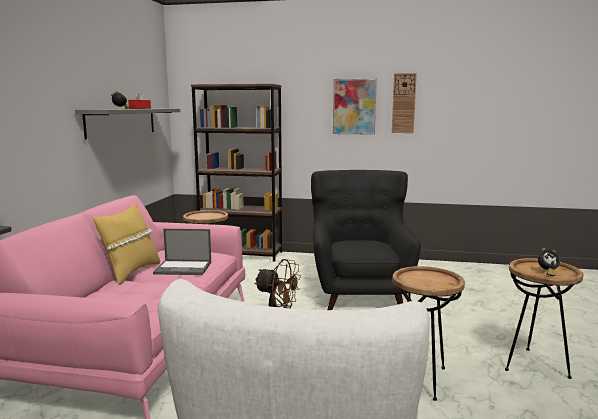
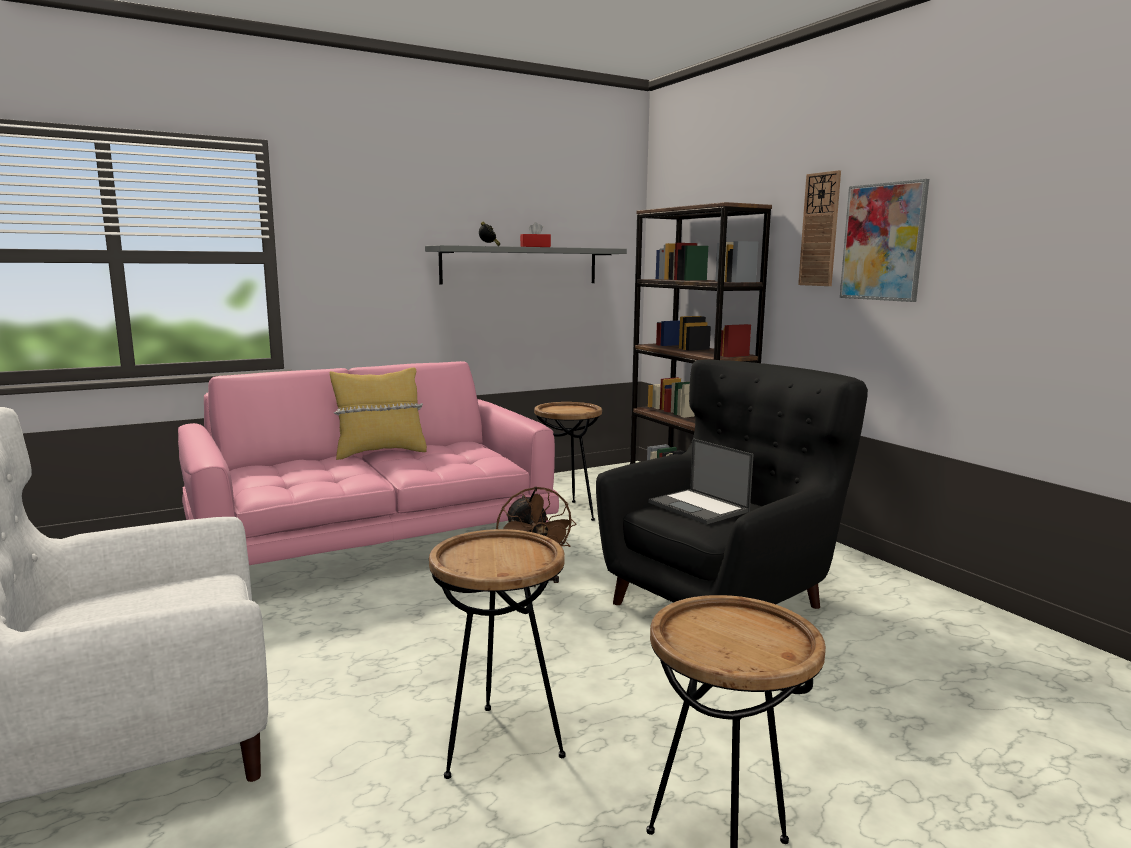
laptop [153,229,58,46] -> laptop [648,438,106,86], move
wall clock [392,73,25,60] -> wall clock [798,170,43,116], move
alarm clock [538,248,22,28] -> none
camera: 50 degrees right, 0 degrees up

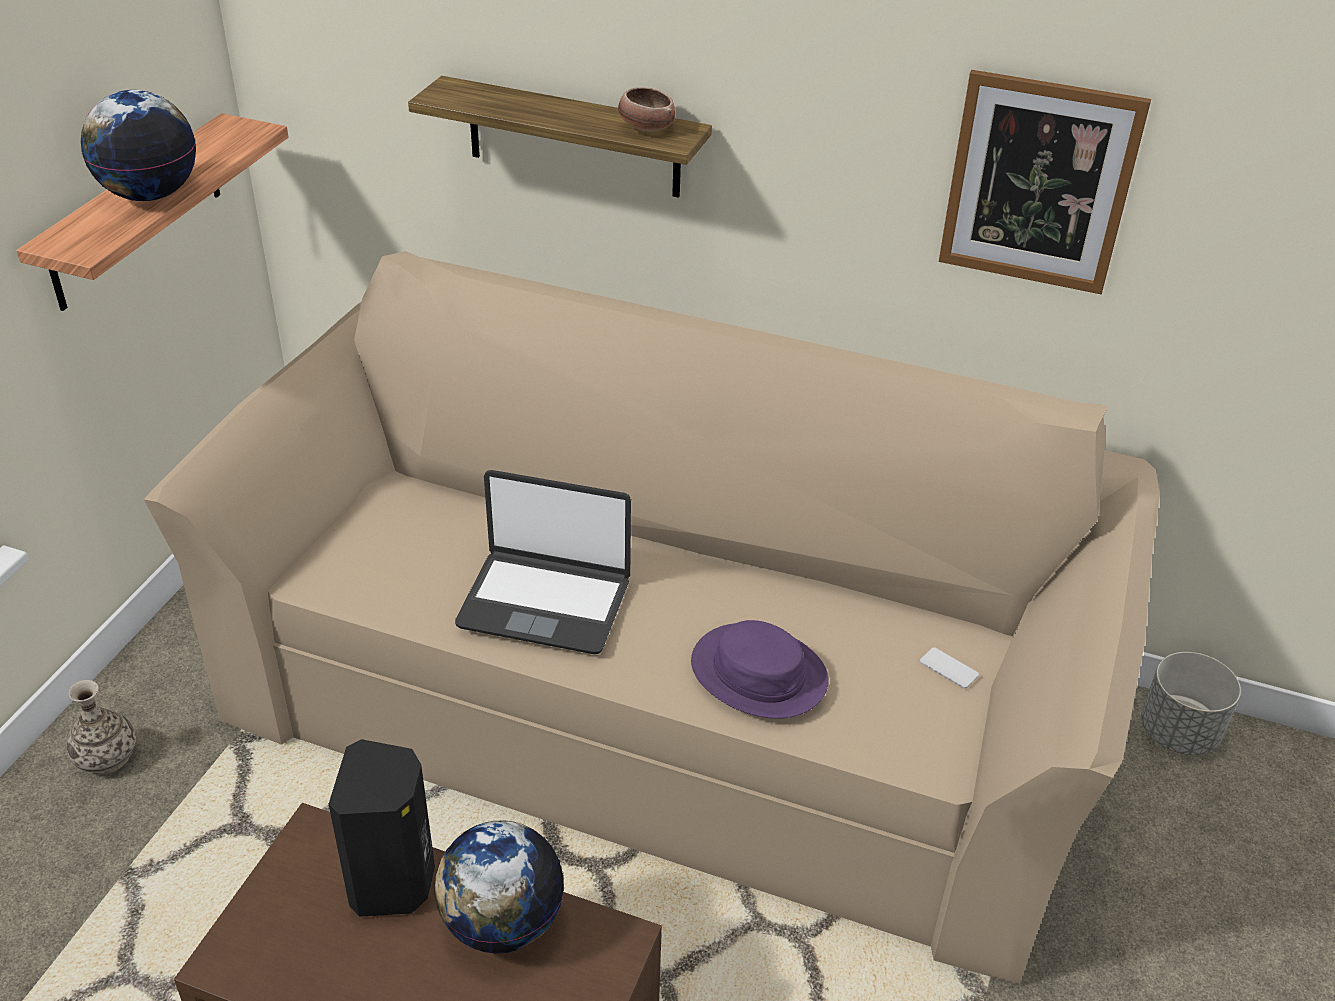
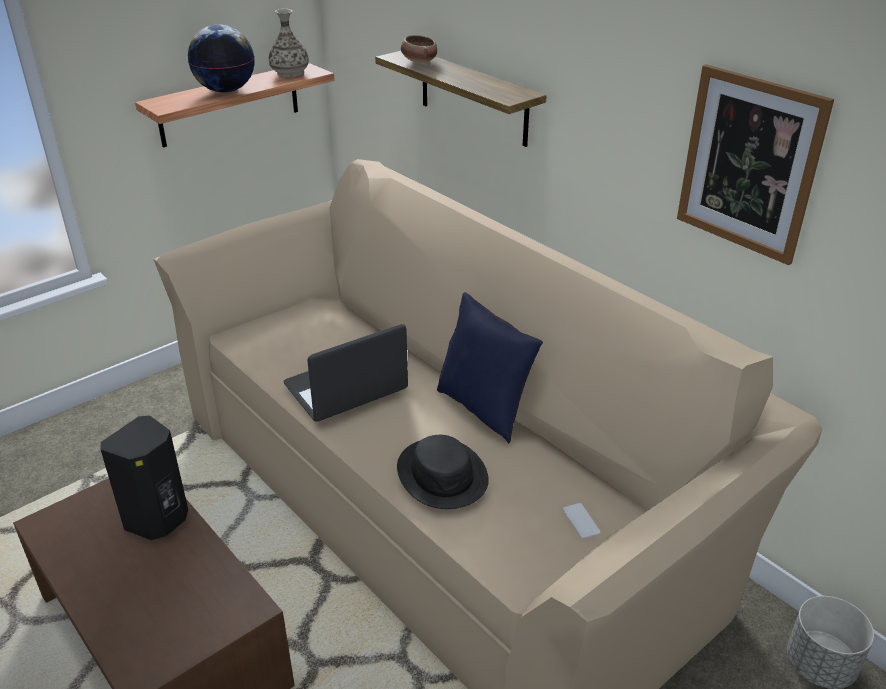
vase [66,680,70,94] -> vase [269,9,40,68], move
laptop [455,470,176,184] -> laptop [284,324,124,98], 105 degrees clockwise
purple hat [691,620,138,99] -> black hat [397,435,92,74]
bowl [618,87,57,45] -> bowl [401,35,36,28], move
none -> blue pillow [437,292,106,151]
globe [434,820,130,133] -> none
camera: 30 degrees right, 5 degrees down

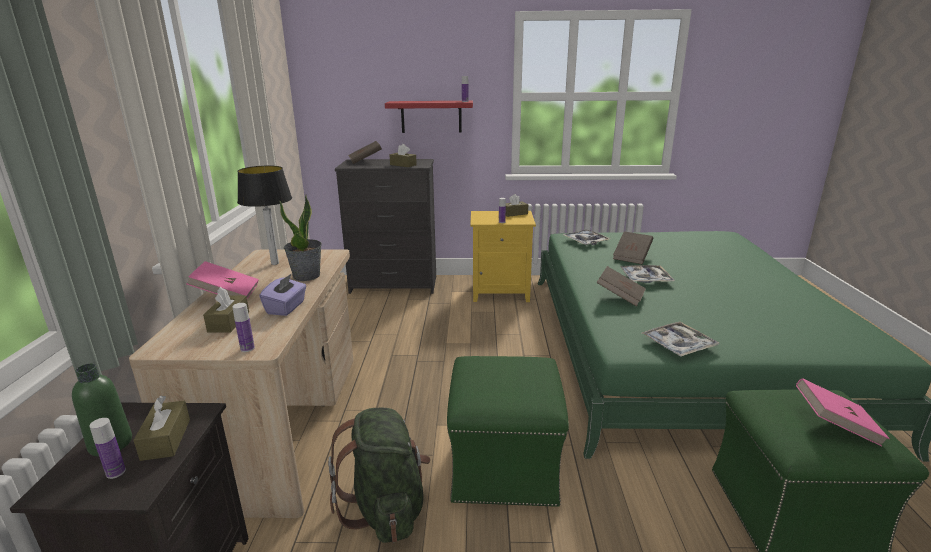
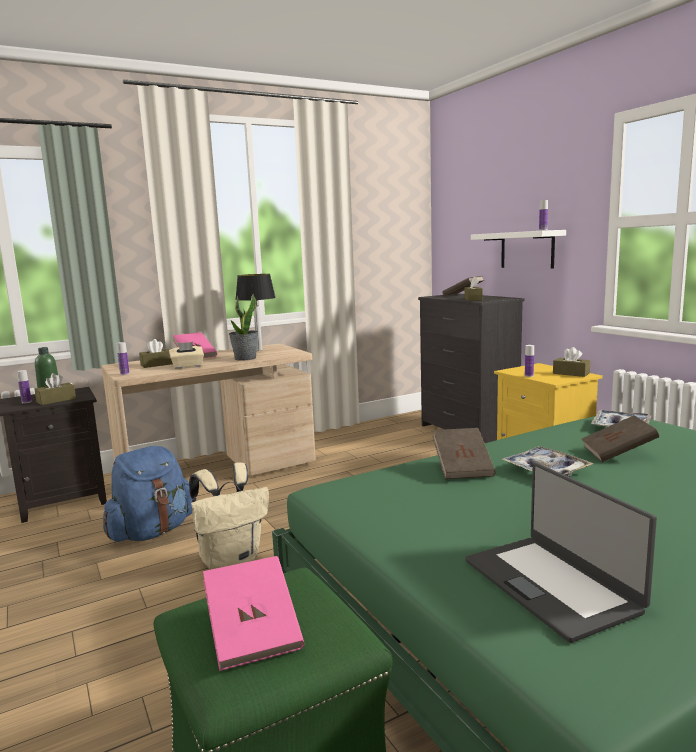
green backpack [328,408,102,135] -> blue backpack [103,446,91,96]
purple tissue box [259,273,47,43] -> beige tissue box [169,342,35,27]
green ottoman [447,356,122,151] -> beige backpack [189,462,80,107]
none -> laptop [465,463,192,180]
red shelf [385,101,88,32] -> white shelf [471,230,95,39]
tray [641,321,78,36] -> none
camera: 60 degrees right, 10 degrees down

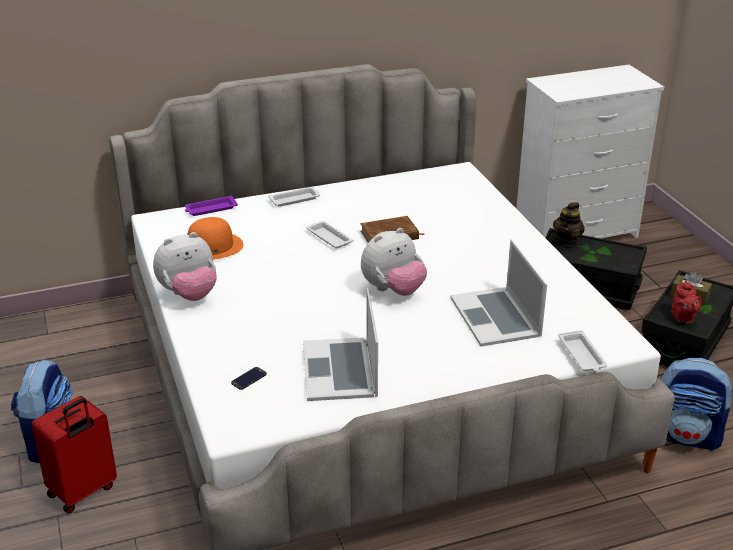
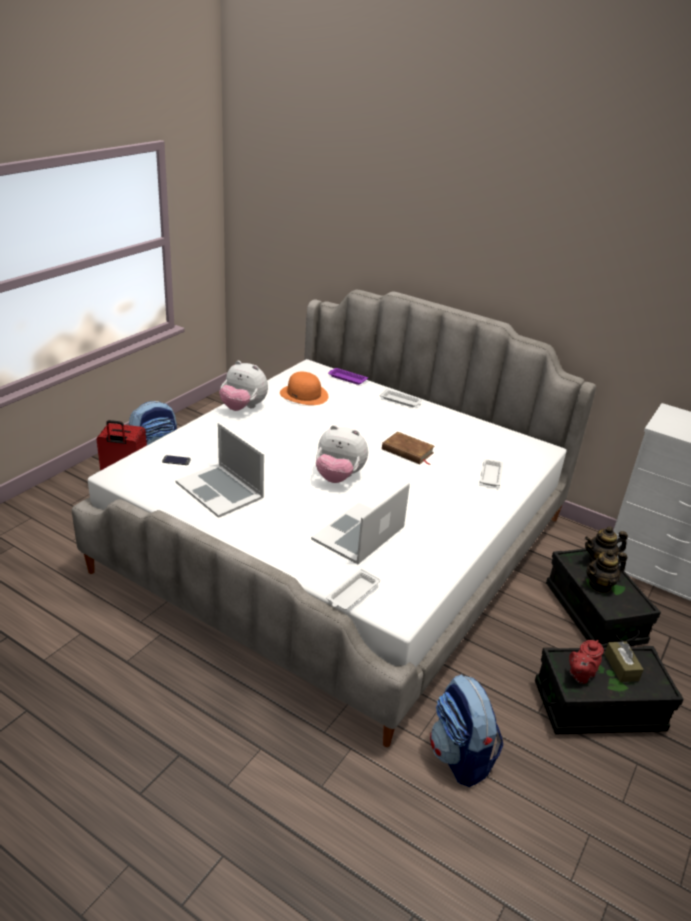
laptop [303,288,75,113] -> laptop [175,423,89,95], 90 degrees counterclockwise
white tray [306,221,48,27] -> white tray [479,459,24,28], move
none -> teapot [586,550,41,43]
camera: 50 degrees right, 0 degrees up

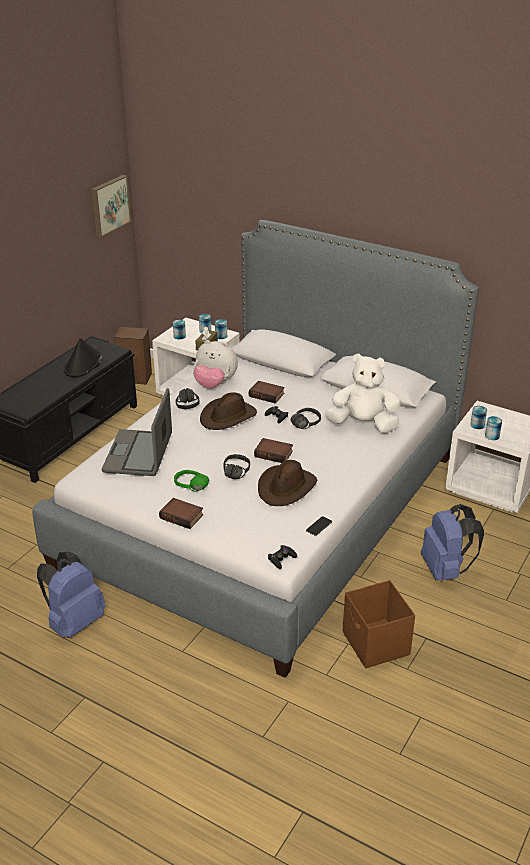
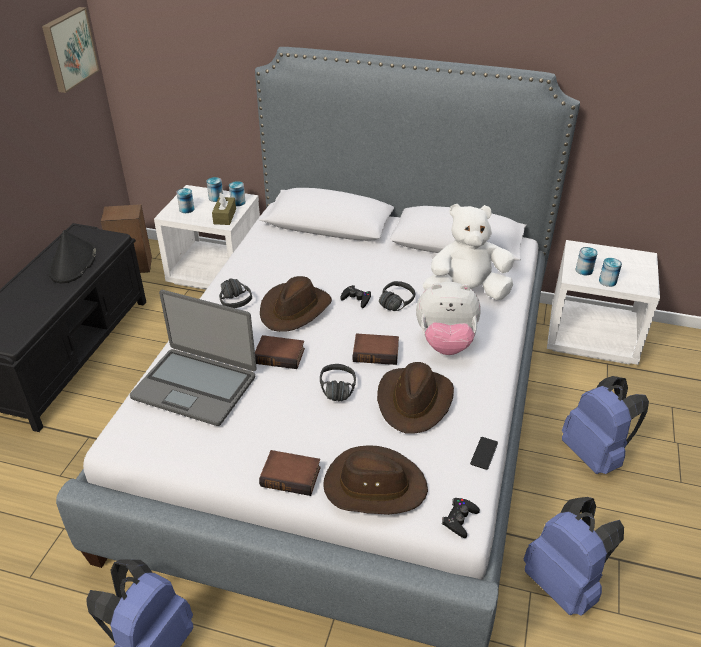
laptop [102,388,70,88] -> laptop [130,290,127,136], 60 degrees counterclockwise
book [249,381,36,23] -> book [255,335,50,34], move
none -> brown hat [323,445,105,70]
plush toy [193,340,45,49] -> plush toy [416,282,65,73], move
brown storage box [343,580,72,88] -> blue backpack [524,497,100,119]
green headphones [174,470,35,21] -> none
camera: 15 degrees left, 5 degrees up

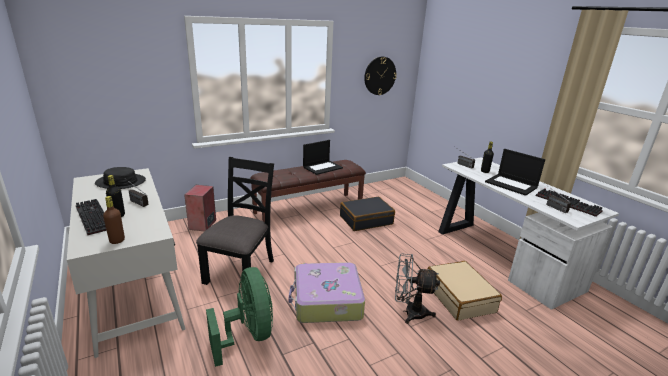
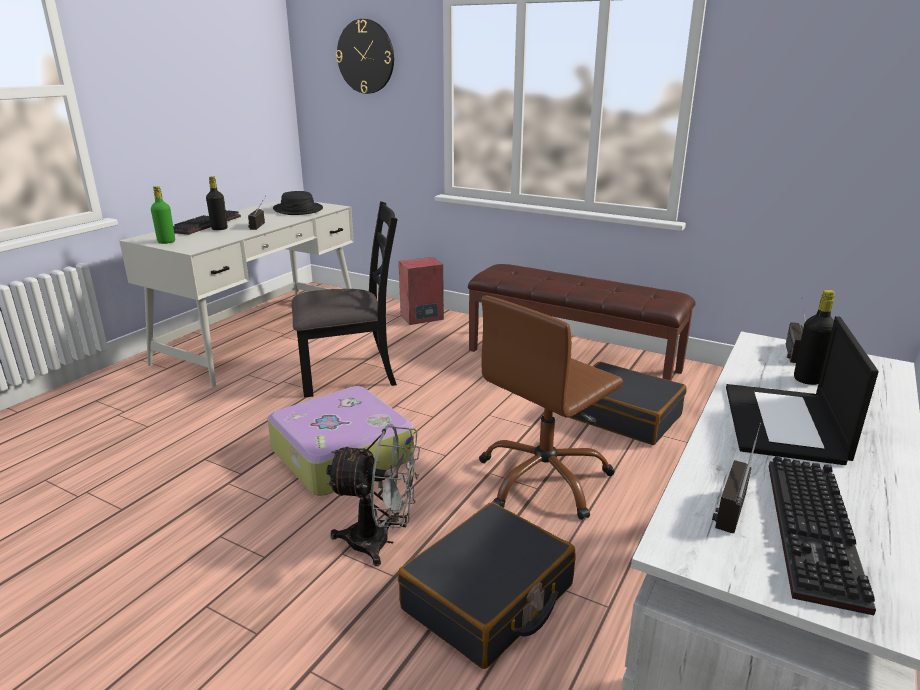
brown bottle [103,196,22,48] -> green bottle [151,186,24,58]
grey fan [395,253,45,71] -> grey fan [326,424,94,142], 120 degrees clockwise
wall clock [364,57,33,38] -> wall clock [336,19,58,75], move
beige suitcase [428,261,74,60] -> black suitcase [398,502,178,167]
none -> brown office chair [479,295,144,225]
green fan [206,267,67,100] -> none
laptop [303,140,40,35] -> none
camera: 60 degrees right, 0 degrees up

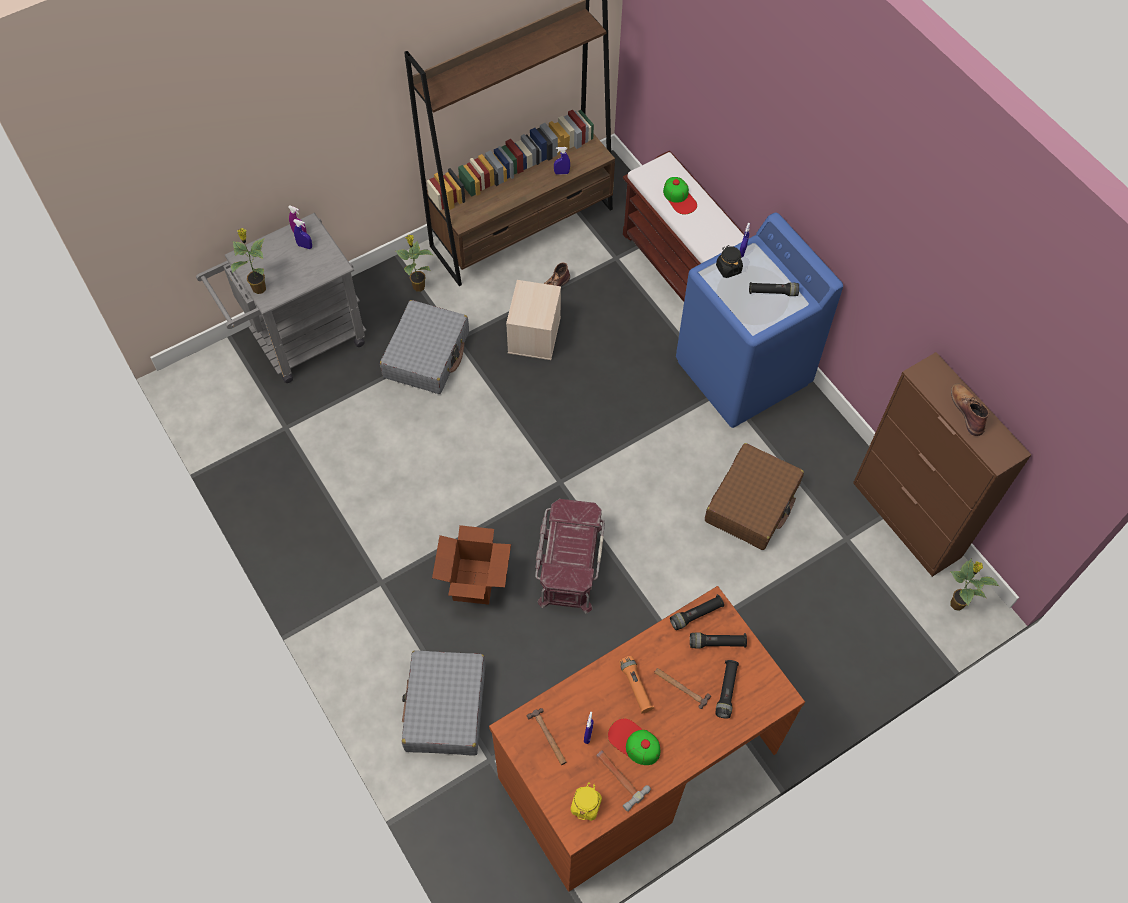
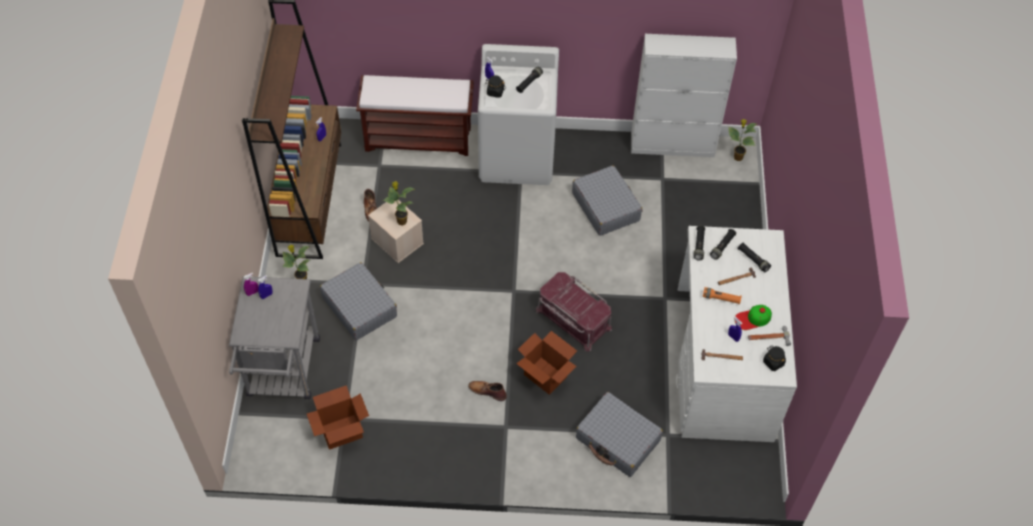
none -> cardboard box [307,385,62,65]
potted plant [231,228,35,66] -> potted plant [383,181,32,45], move
brown boot [951,383,38,53] -> brown boot [468,381,39,20], move
blue washing machine [676,212,167,216] -> white washing machine [478,44,81,141]
brown suitcase [705,443,99,107] -> grey suitcase [572,165,71,71]
brown cabinet [853,352,179,225] -> white cabinet [631,34,106,123]
brown desk [489,586,316,306] -> white desk [676,226,121,216]
yellow jar [571,782,31,39] -> black jar [763,346,23,25]
cap [663,177,34,37] -> none
camera: 55 degrees left, 5 degrees down

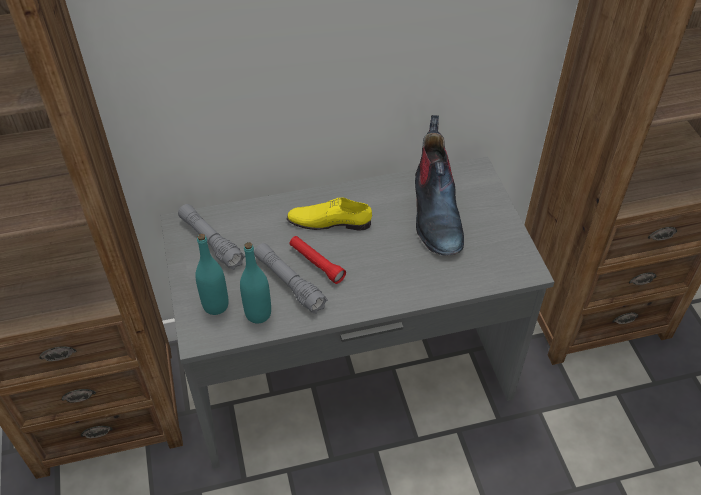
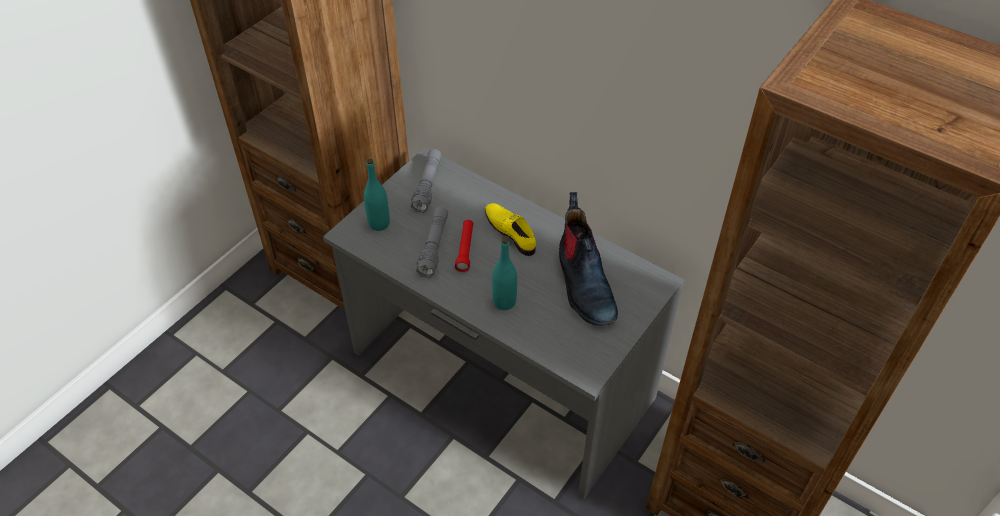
turquoise bottle [240,242,31,81] -> turquoise bottle [492,238,25,72], move
boot [415,115,49,140] -> boot [559,192,59,134], 60 degrees counterclockwise
camera: 50 degrees right, 0 degrees up

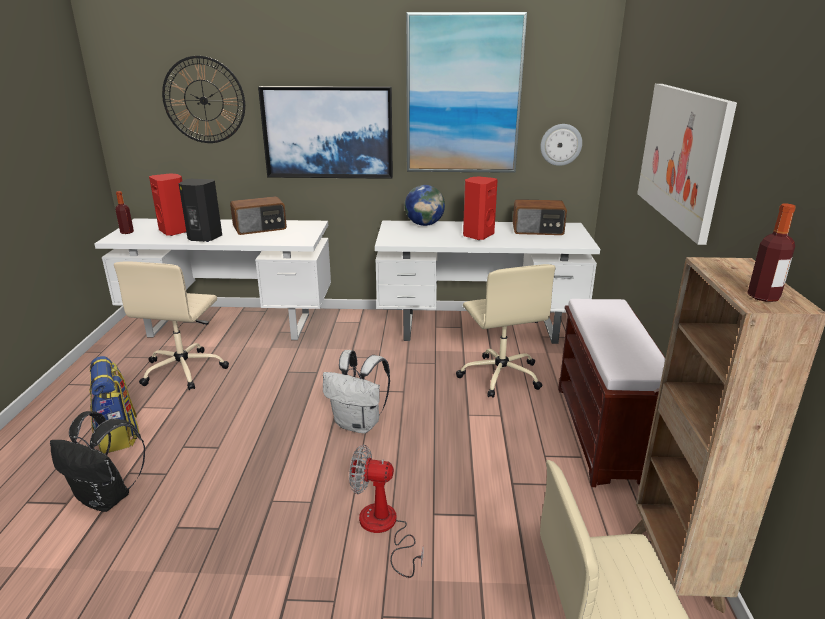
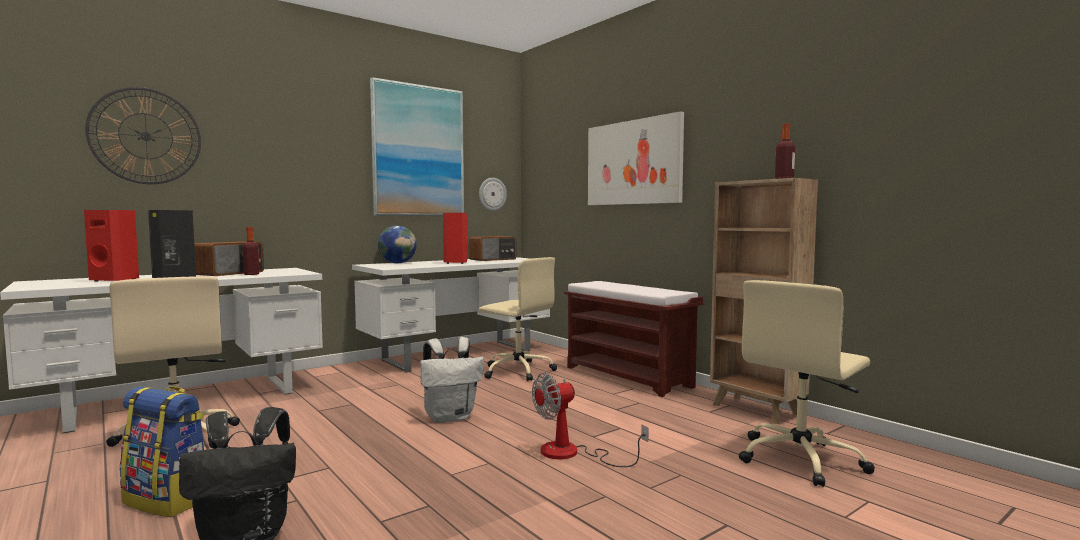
bottle [115,191,19,43] -> bottle [242,227,18,48], move
picture [258,86,135,93] -> none
camera: 40 degrees left, 20 degrees down

